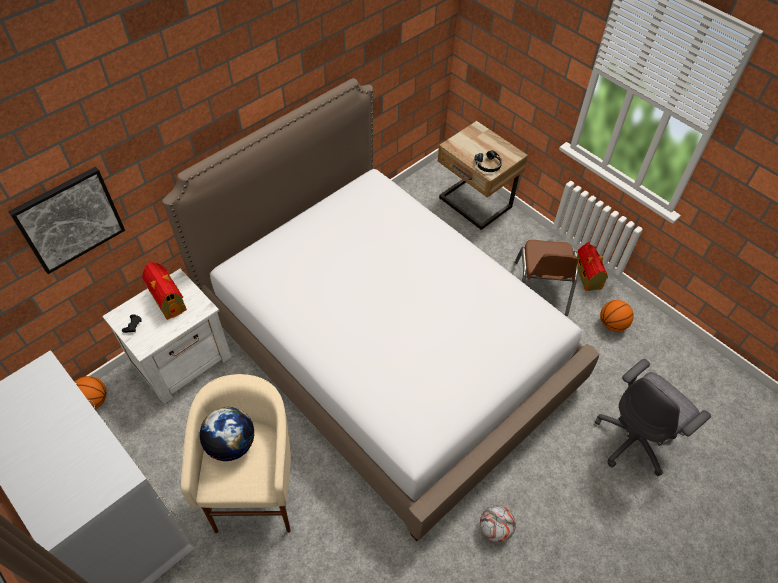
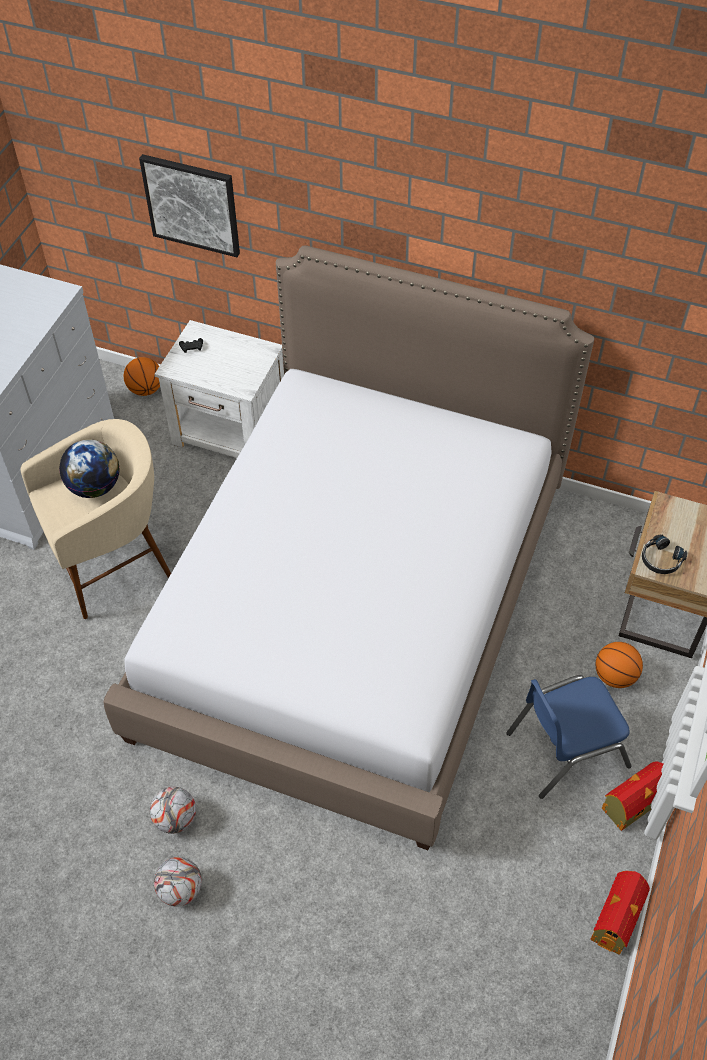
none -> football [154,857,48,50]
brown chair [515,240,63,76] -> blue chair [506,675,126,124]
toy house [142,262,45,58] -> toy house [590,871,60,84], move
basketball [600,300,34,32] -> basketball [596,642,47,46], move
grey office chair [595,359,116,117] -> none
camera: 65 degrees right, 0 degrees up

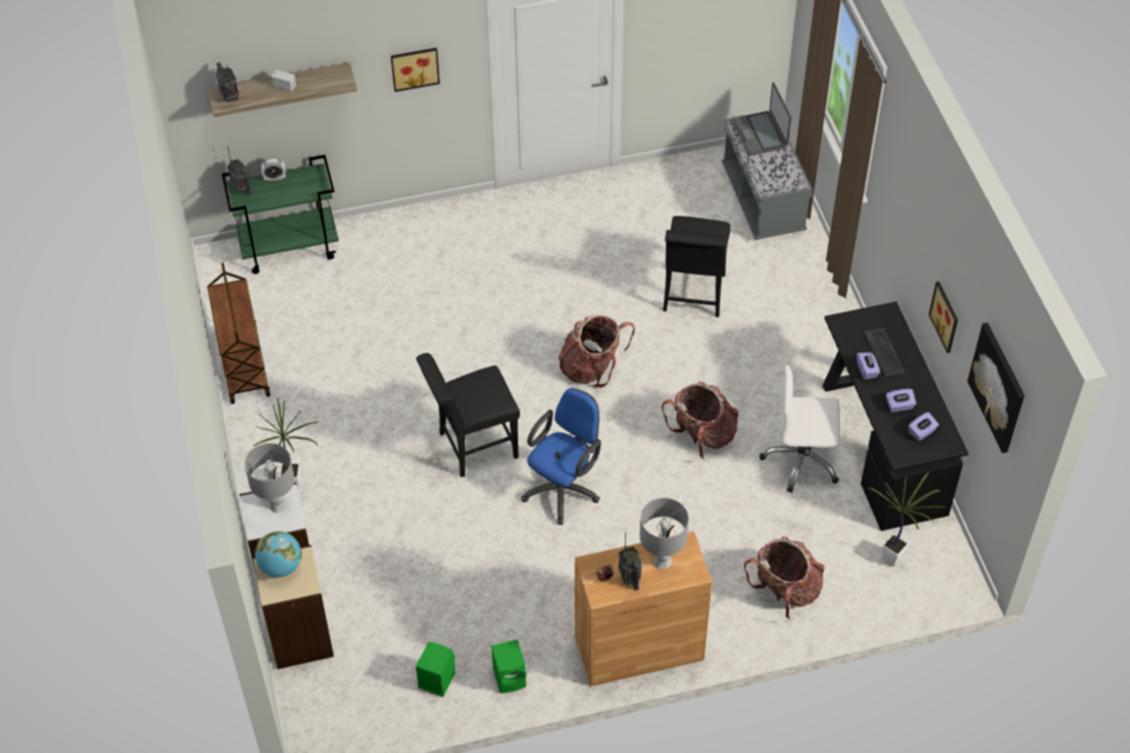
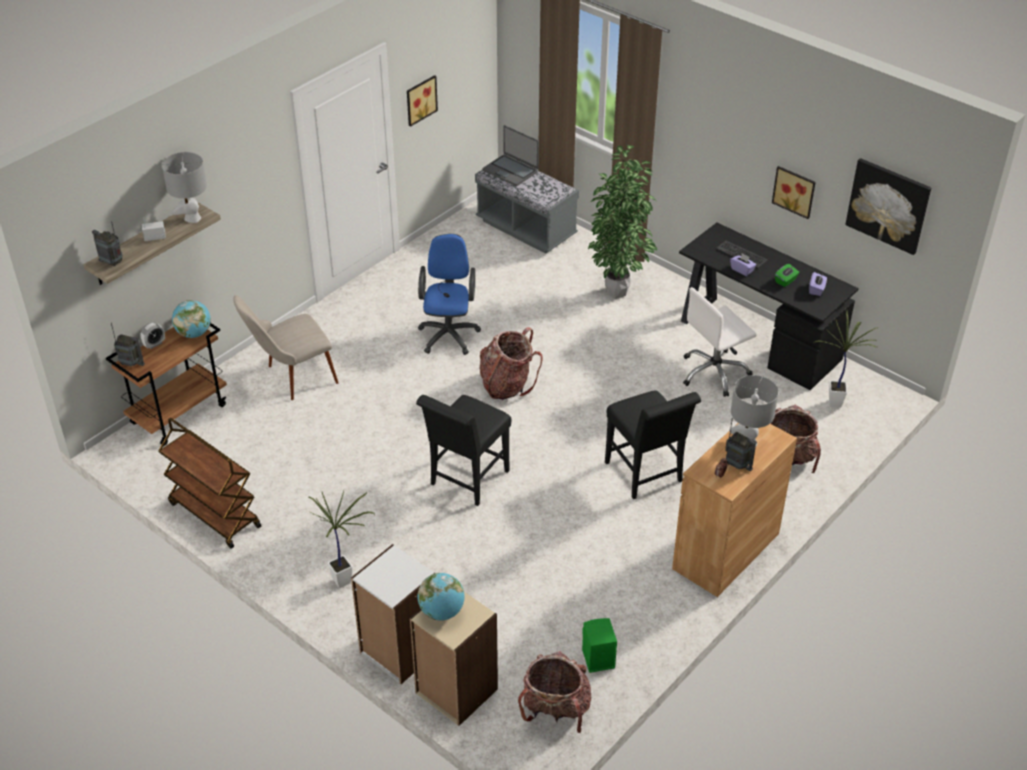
green cart [222,155,117,119] -> brown cart [106,323,121,123]
grey table lamp [245,443,50,70] -> grey table lamp [162,152,45,71], move
none -> globe [172,300,39,38]
none -> beige chair [234,295,104,105]
picture [391,48,49,44] -> picture [407,75,31,52], move
blue office chair [521,388,80,137] -> blue office chair [418,234,63,121], move
backpack [662,381,77,79] -> backpack [518,651,73,82], move
none -> potted plant [588,145,69,154]
black chair [663,216,67,101] -> black chair [605,390,96,109], move
purple tissue box [886,389,30,23] -> green tissue box [775,264,24,23]
green speaker [491,639,35,54] -> none
camera: 35 degrees left, 10 degrees down

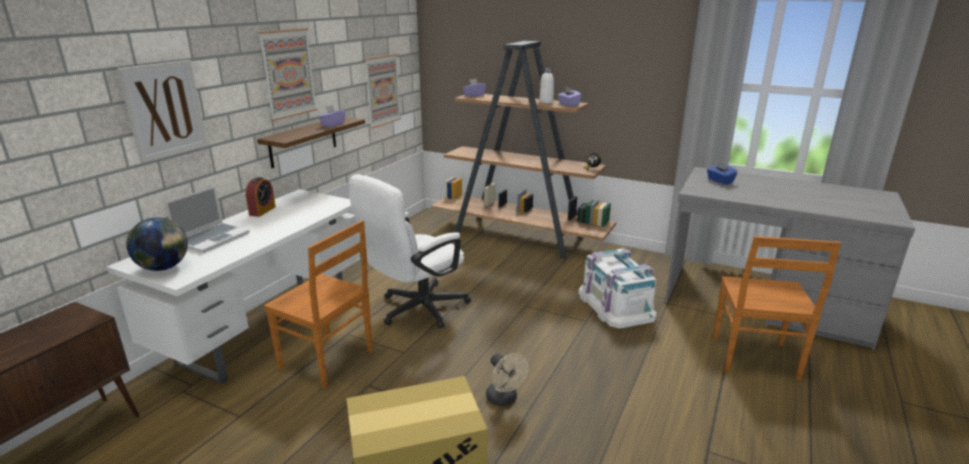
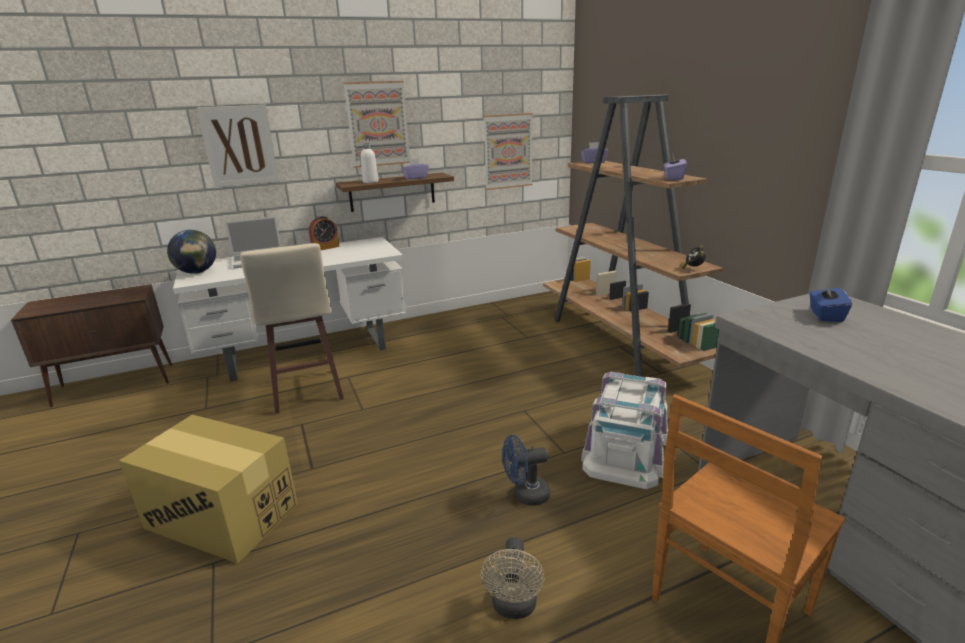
brown chair [264,220,108,169] -> beige stool [240,243,104,171]
white bottle [539,68,15,35] -> white bottle [361,143,17,40], move
beige fan [486,353,42,53] -> beige fan [481,537,64,82], move
none -> blue fan [502,435,48,71]
white office chair [348,174,123,155] -> none
camera: 40 degrees right, 0 degrees up

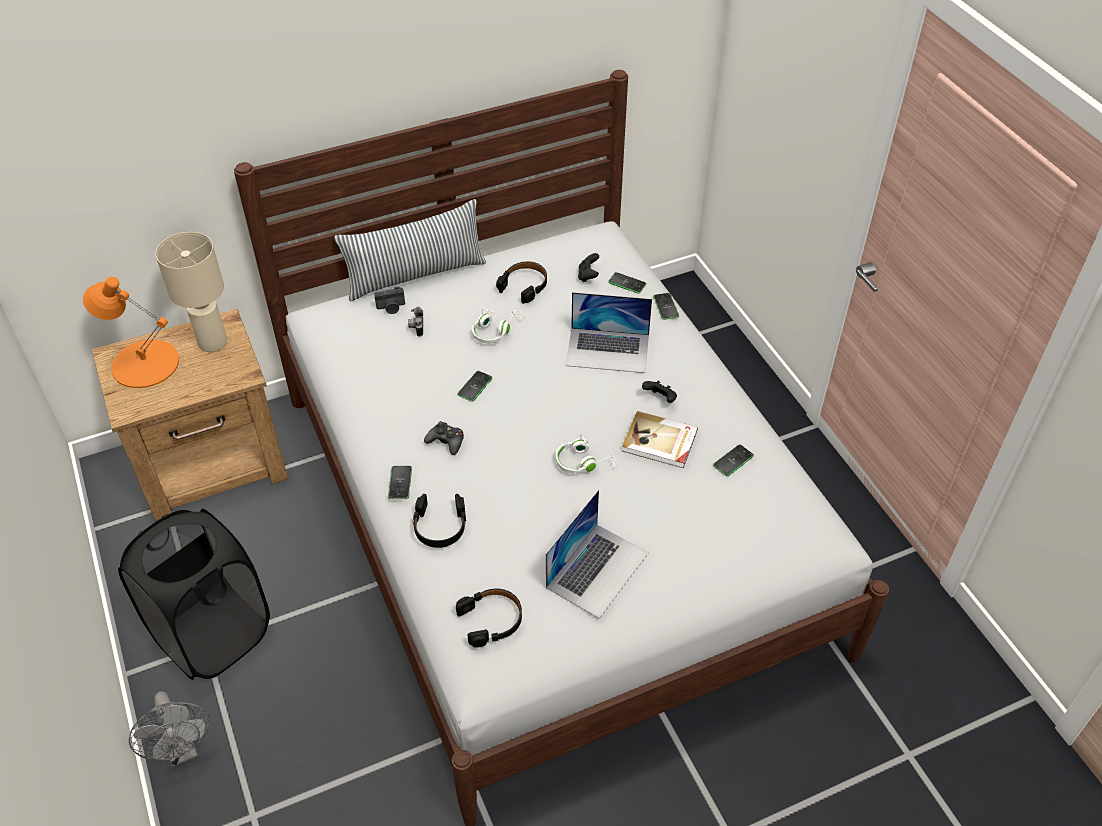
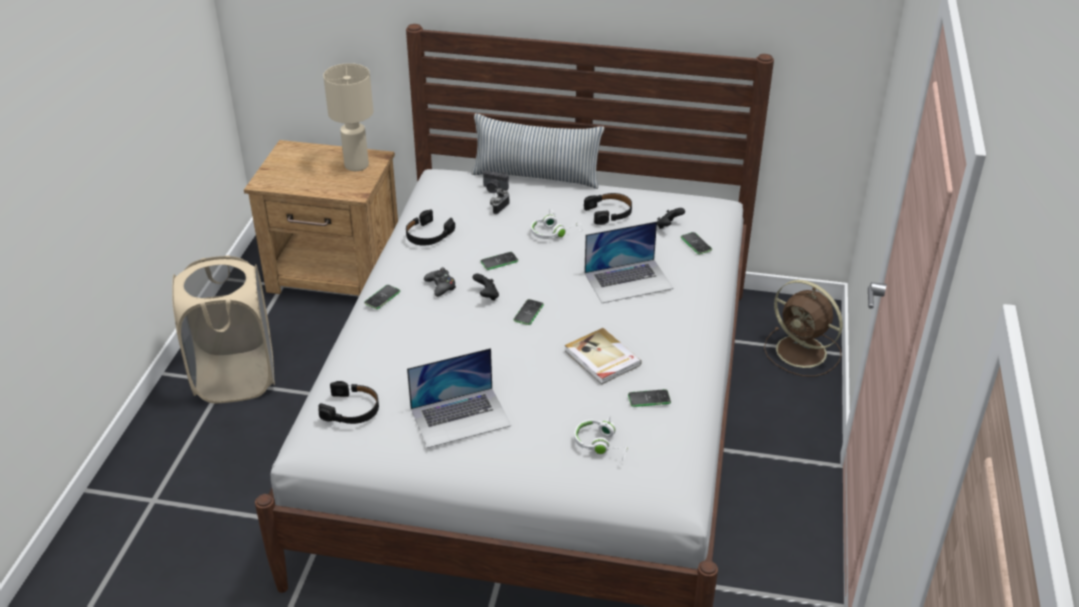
black laundry basket [118,509,152,171] -> beige laundry basket [172,255,103,148]
black headphones [413,494,53,54] -> black headphones [406,209,49,37], move
black game controller [642,380,35,23] -> black game controller [472,273,27,28], move
phone [653,293,26,27] -> phone [513,299,31,26], move
white headphones [556,434,61,40] -> white headphones [574,416,54,44], move
laptop [565,292,87,81] -> laptop [584,221,89,82], 60 degrees counterclockwise
none -> brown fan [764,280,79,97]
orange table lamp [83,277,96,111] -> none
grey fan [129,691,81,76] -> none
camera: 35 degrees right, 10 degrees down

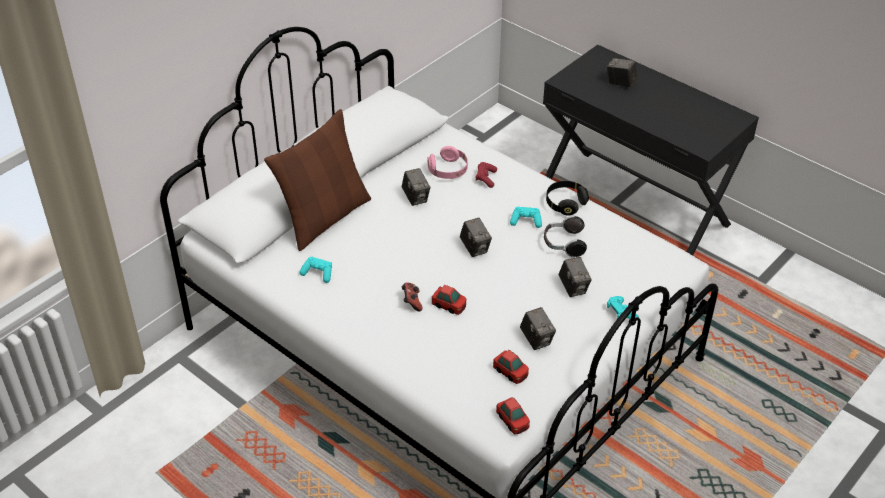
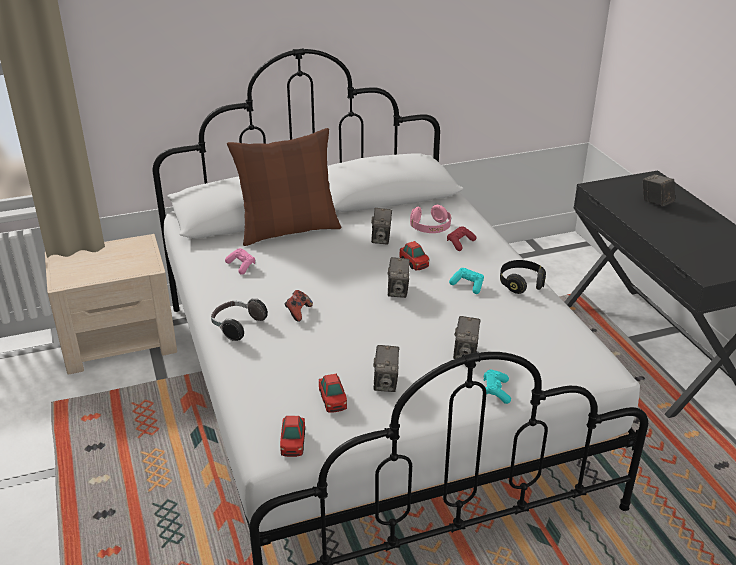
none -> beige nightstand [45,234,132,140]
headphones [544,215,43,43] -> headphones [211,298,57,43], move
turquoise game controller [299,257,33,26] -> pink game controller [225,248,30,27]
toy car [432,285,34,30] -> toy car [399,241,30,29], move
camera: 30 degrees right, 10 degrees down

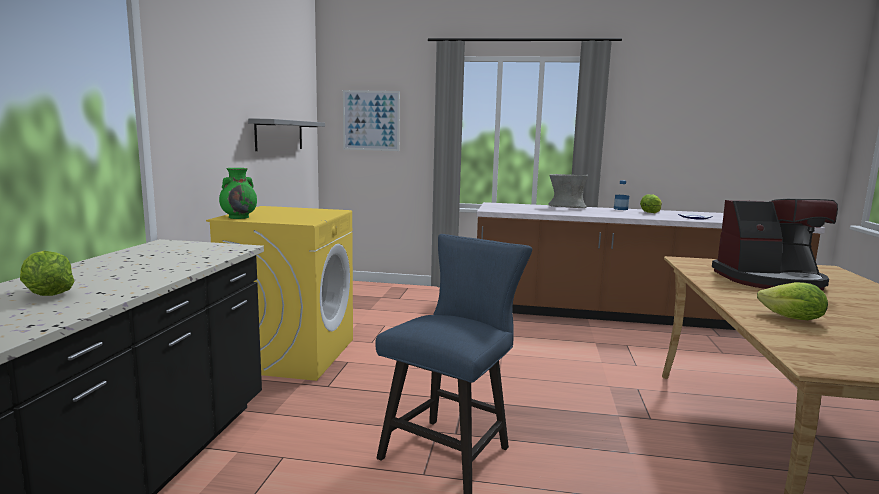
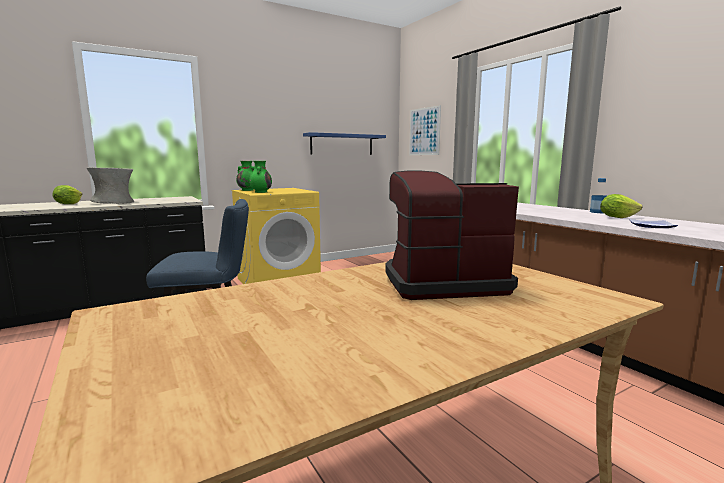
grey vase [549,174,39,34] -> grey vase [87,167,47,37], move
none -> green vase [249,161,23,32]
grey shelf [248,118,77,33] -> blue shelf [303,132,83,23]
coffee machine [712,199,126,91] -> coffee machine [385,170,134,130], 120 degrees clockwise
lettuce [757,282,71,38] -> none
camera: 50 degrees right, 0 degrees up

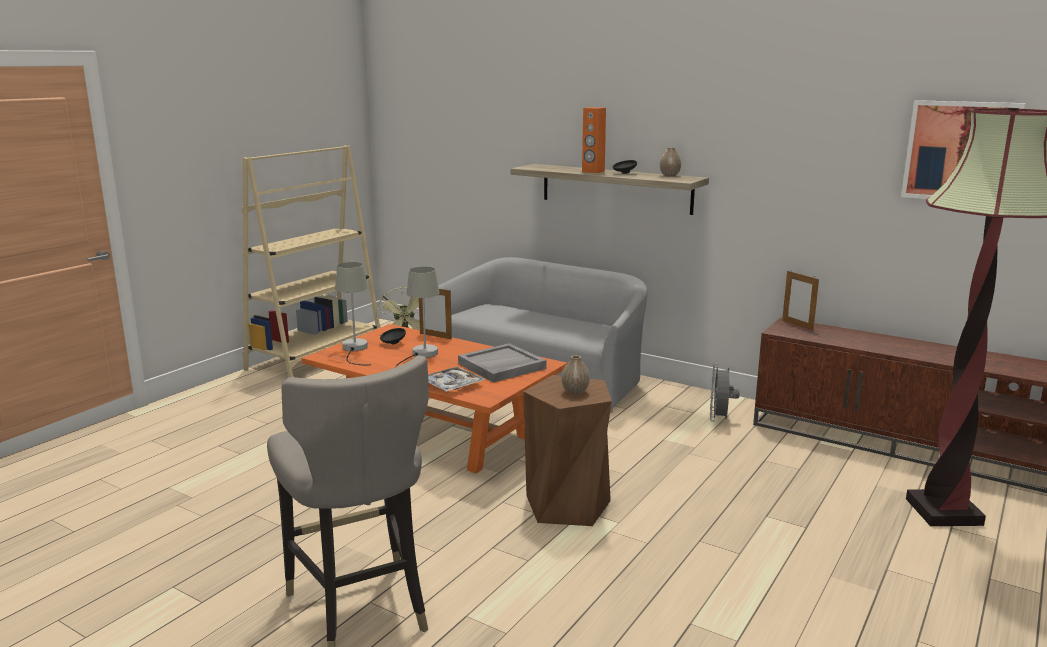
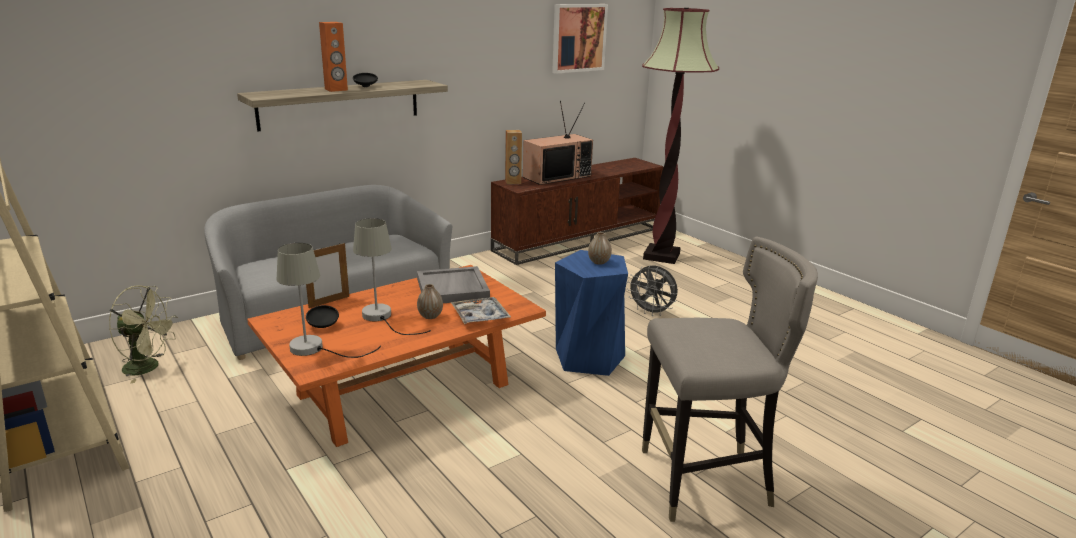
vase [660,147,21,30] -> vase [417,284,26,35], move
picture frame [782,270,37,61] -> brown speaker [505,130,17,54]
none -> television [523,101,70,84]
brown stool [523,375,89,151] -> blue stool [555,250,73,126]
grey fan [710,363,30,59] -> grey fan [627,266,51,50], move
camera: 70 degrees left, 5 degrees up

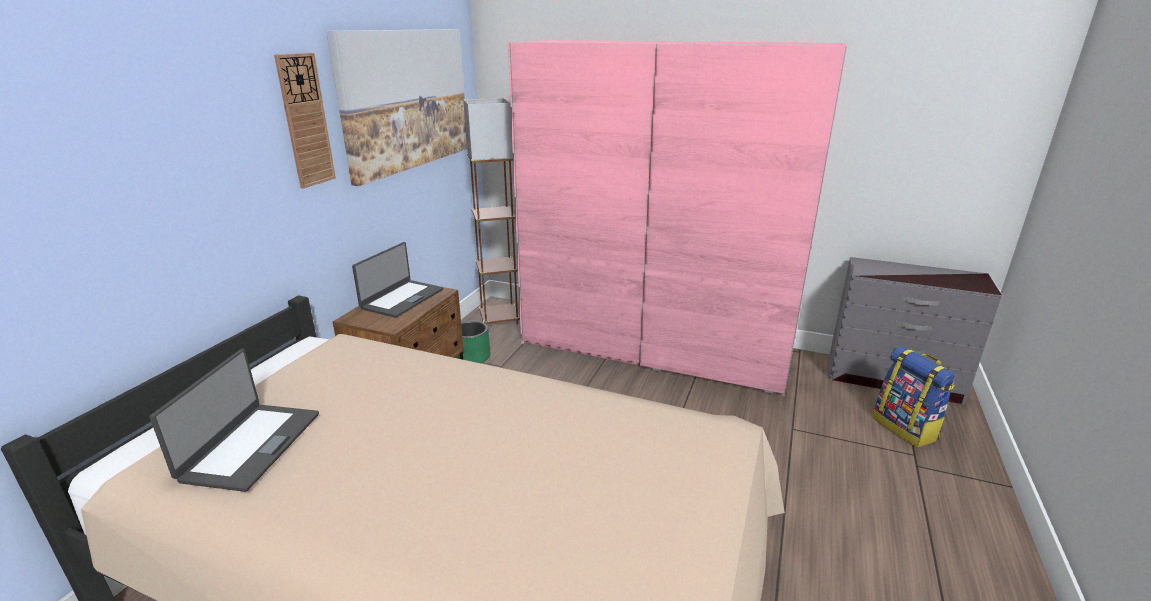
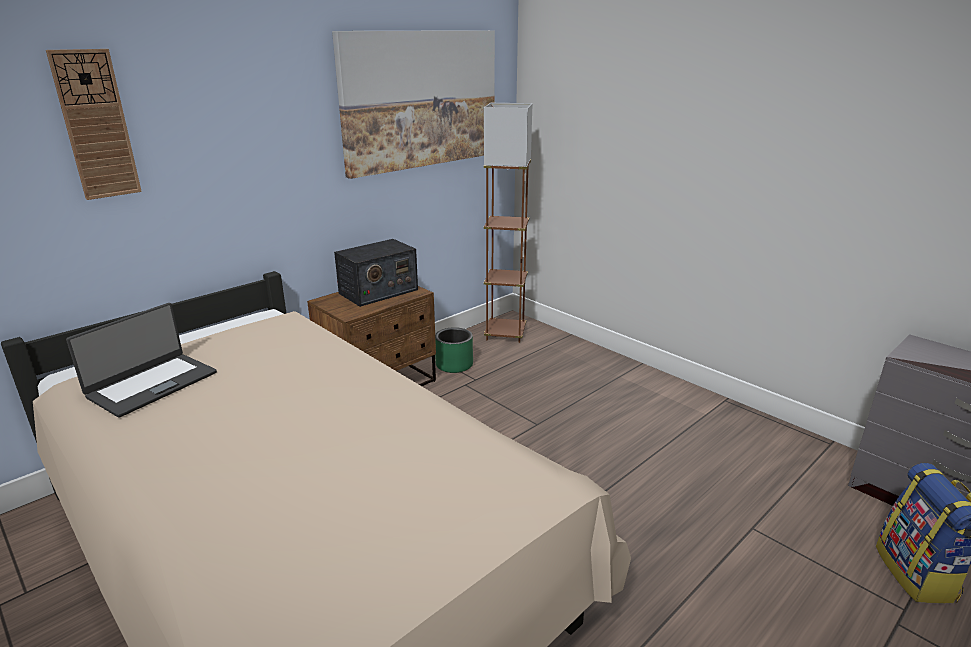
wall clock [274,53,62,135] -> wall clock [46,49,96,151], move
laptop [352,242,91,76] -> radio [334,239,84,68]
pink wardrobe [508,40,339,356] -> none
camera: 25 degrees right, 0 degrees up

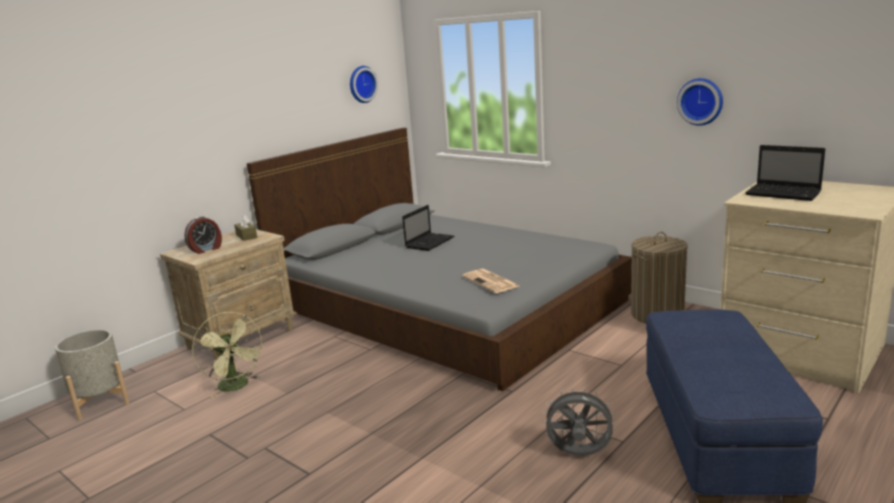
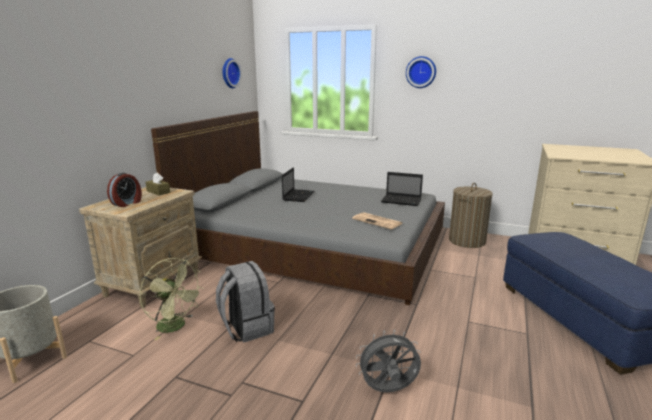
none -> grey backpack [216,261,59,82]
grey fan [542,387,75,69] -> grey fan [356,329,65,63], move
laptop [745,145,80,56] -> laptop [381,172,42,34], move
wall clock [677,78,46,48] -> wall clock [406,56,30,32], move
camera: 20 degrees left, 0 degrees up

